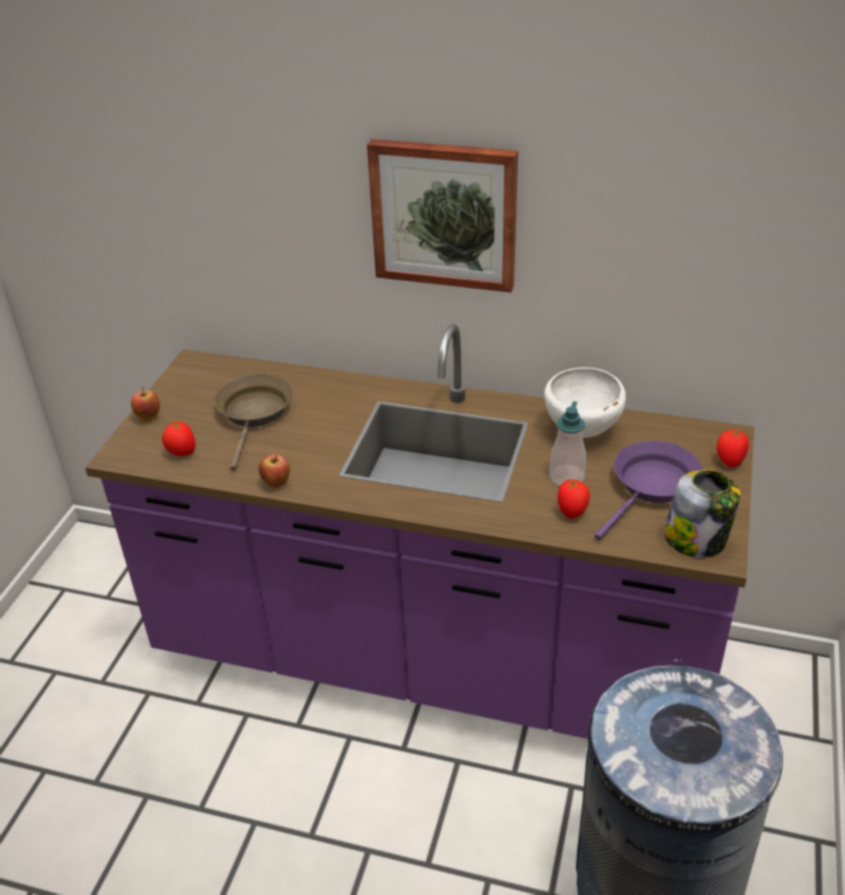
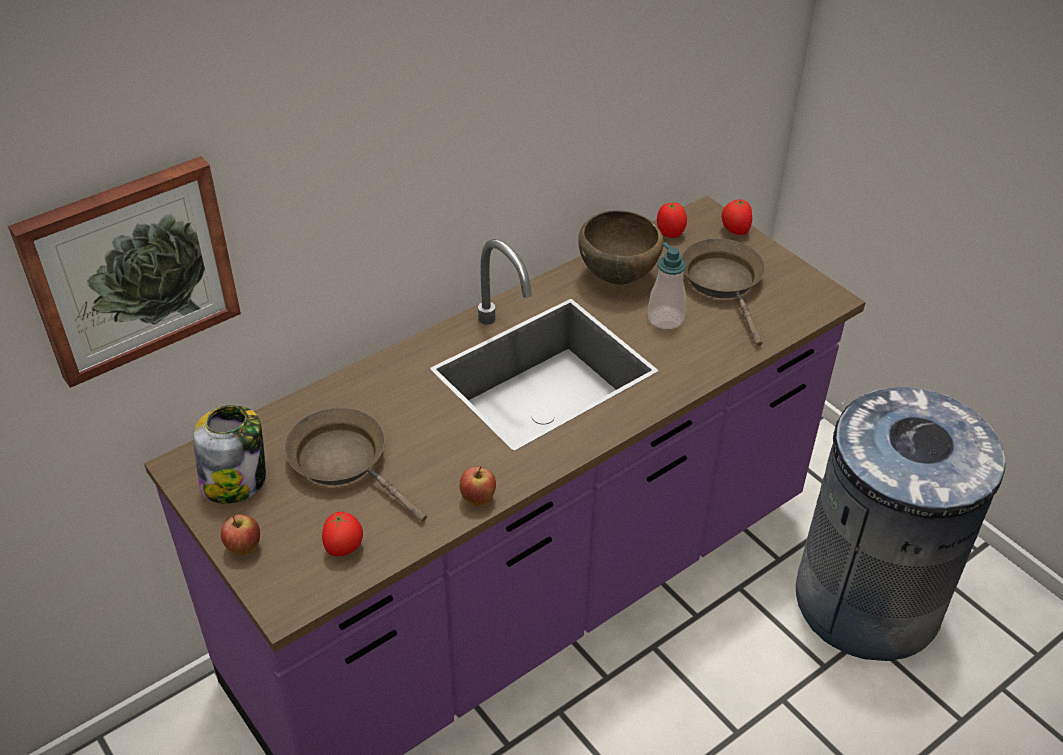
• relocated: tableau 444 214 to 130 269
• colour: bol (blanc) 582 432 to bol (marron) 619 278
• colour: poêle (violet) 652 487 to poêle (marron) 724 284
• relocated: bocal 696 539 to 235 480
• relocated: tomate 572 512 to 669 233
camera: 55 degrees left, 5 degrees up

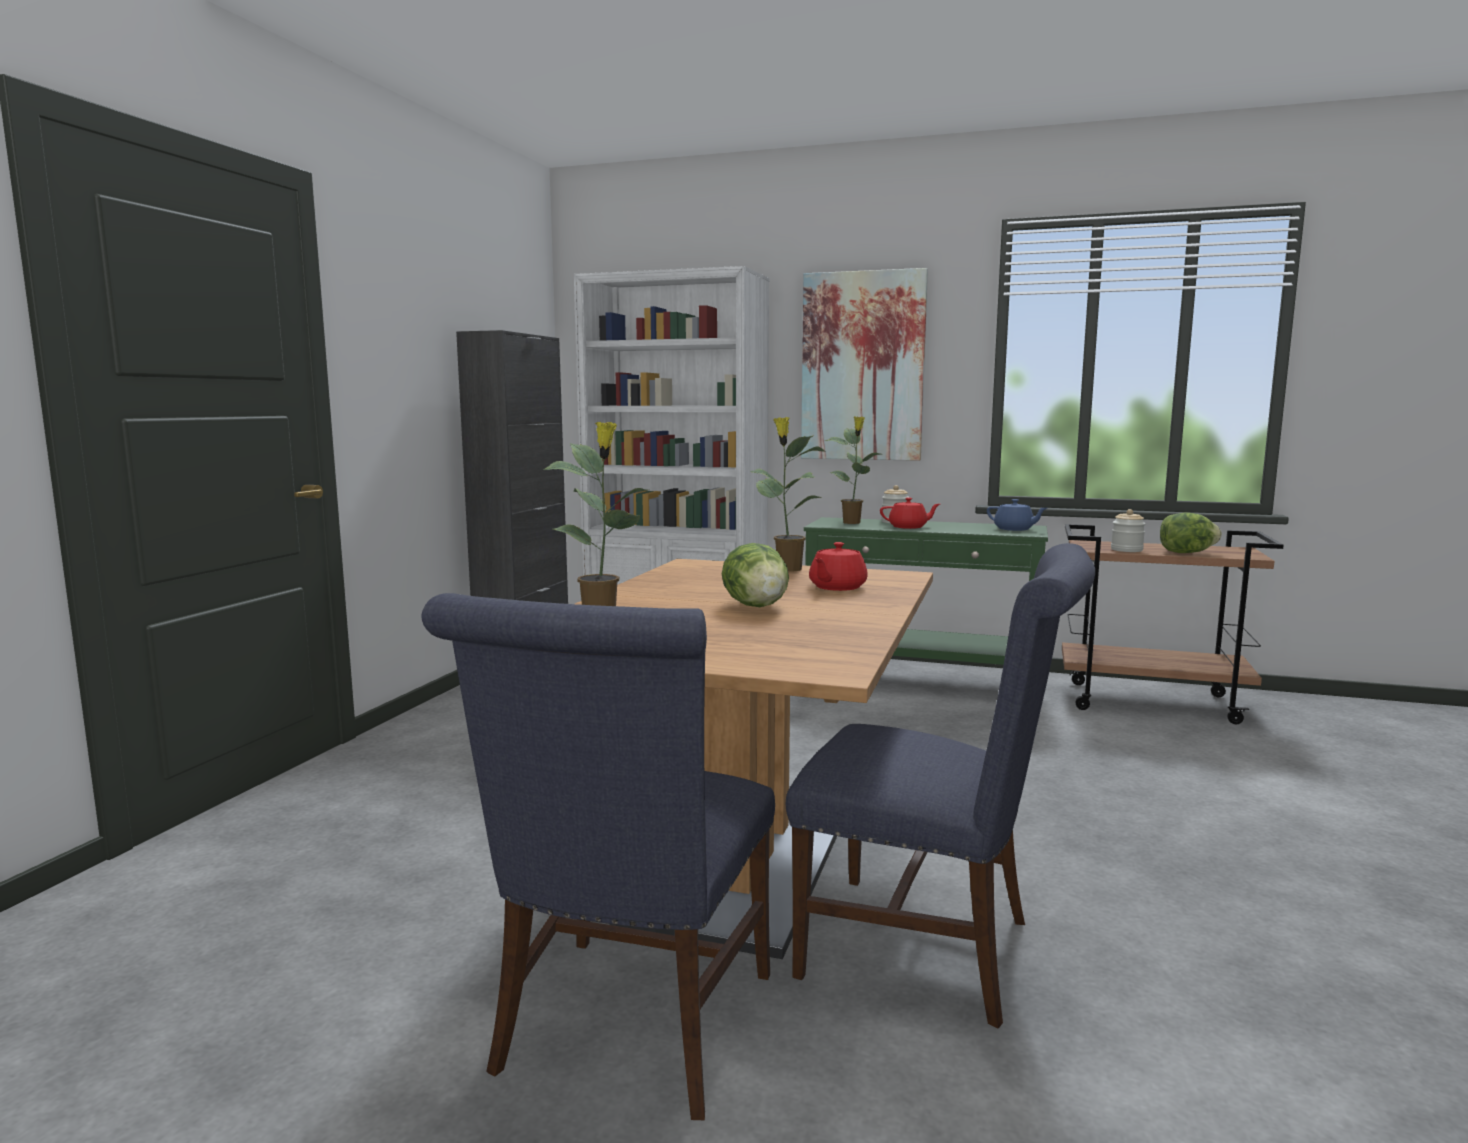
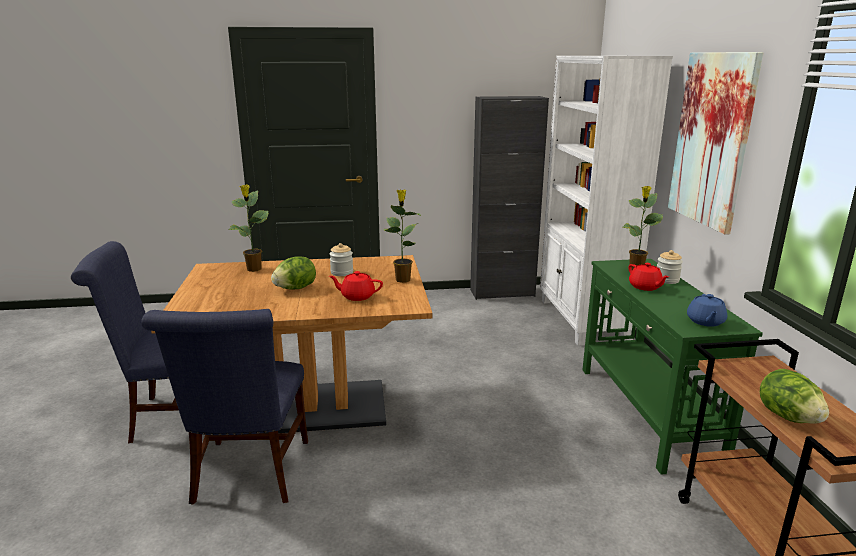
• relocated: bocal 1126 550 to 342 272
camera: 65 degrees right, 10 degrees up

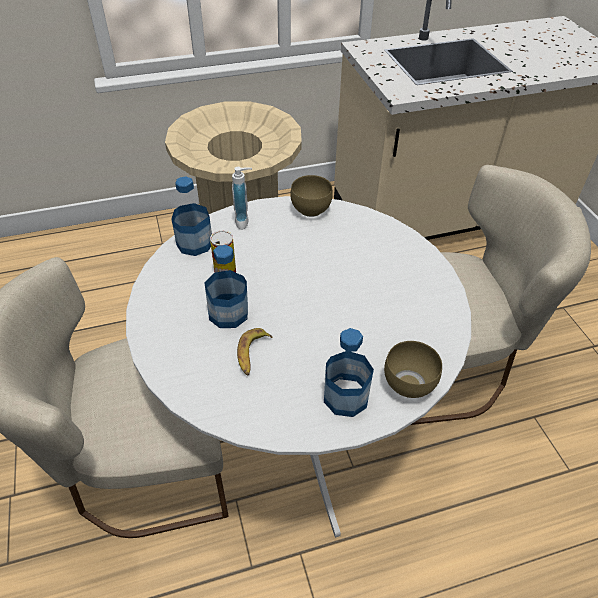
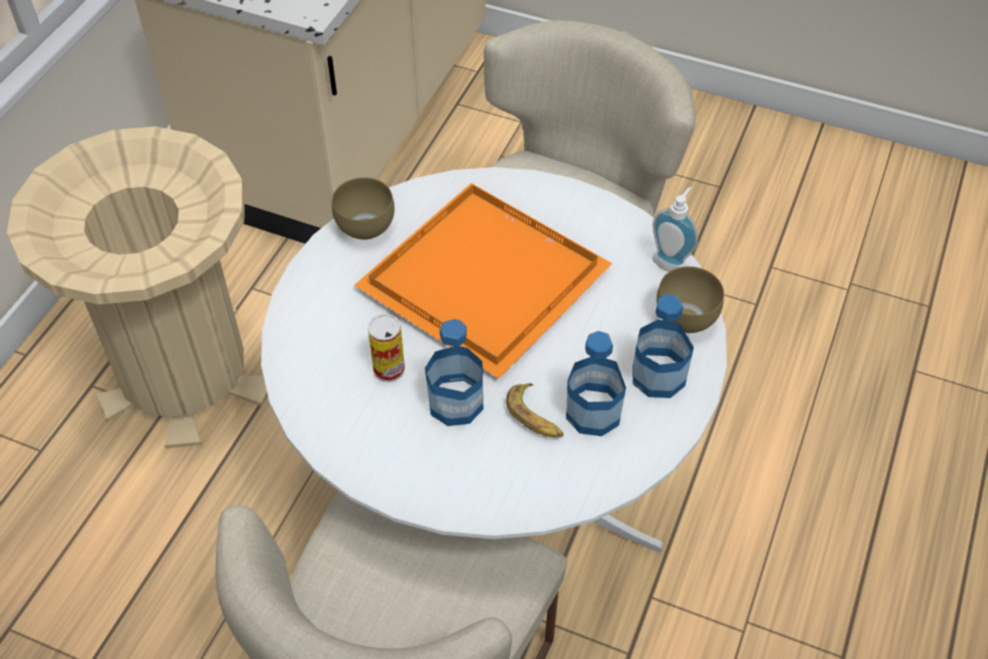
• relocated: distributeur de savon 245 221 to 671 262
• relocated: bouteille 194 243 to 593 412
• appeared: plateau (orange) 489 279
camera: 50 degrees left, 5 degrees up

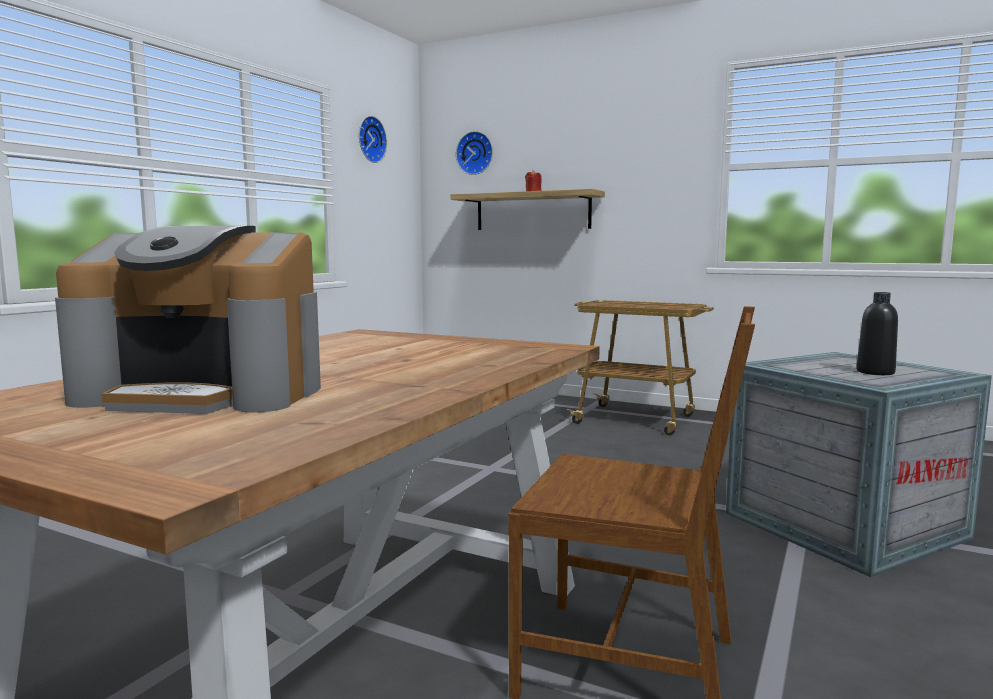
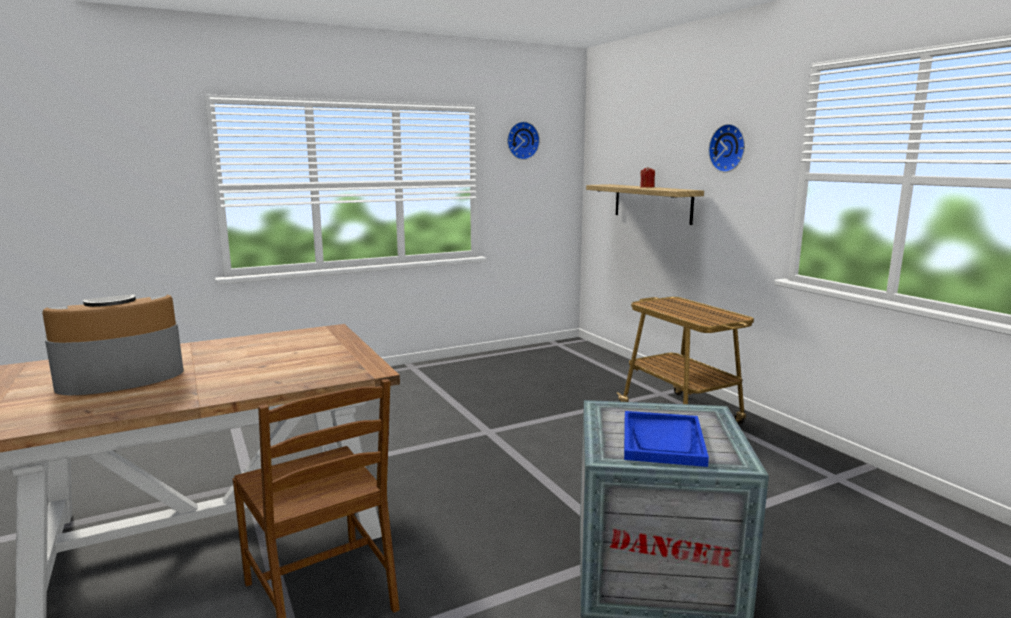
• relocated: horloge murale 475 153 to 729 148
• spun: machine à café 206 393 = 120 377 105 degrees clockwise
• exchanged: bouteille (noir) 875 372 to plateau (bleu) 663 441
camera: 35 degrees right, 5 degrees up

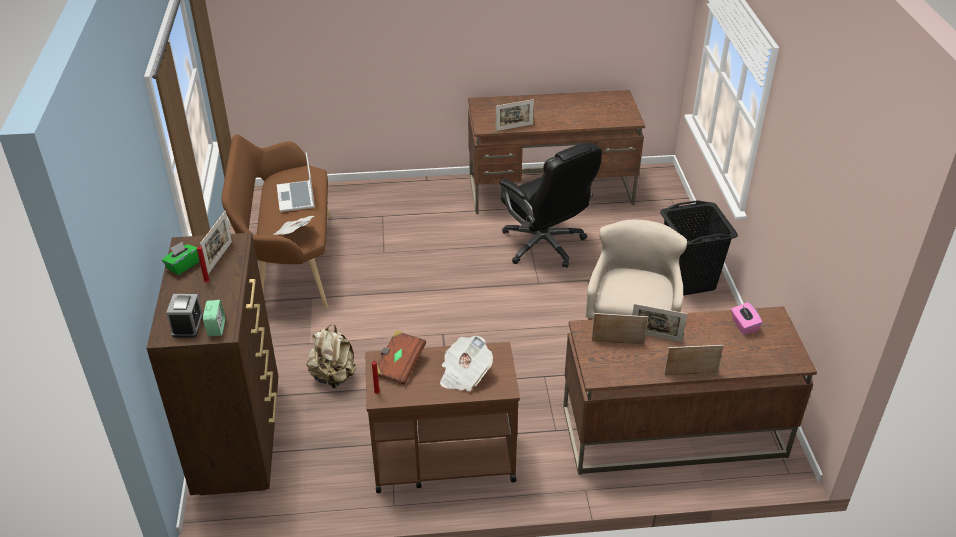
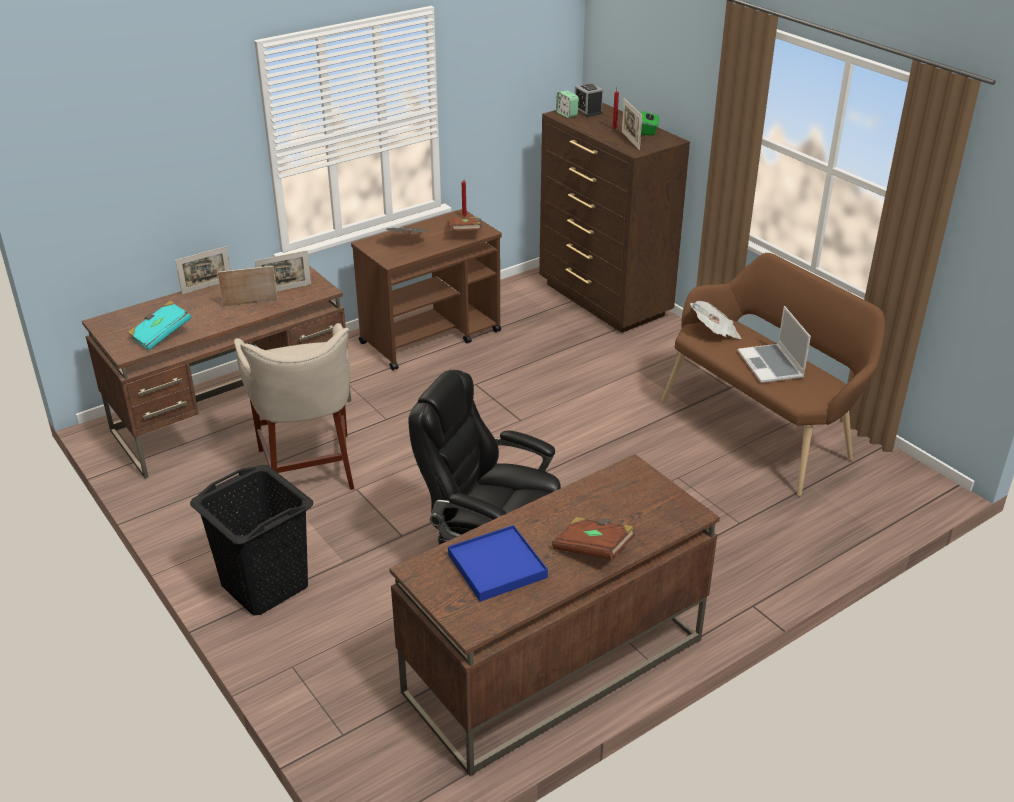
• missing: cadre photo 514 127
• spun: ordinateur portable 296 198 = 771 365 150 degrees counterclockwise
• exchanged: boîte à mouchoirs (rose) 743 325 to livre (turquoise) 161 335
• missing: sac à dos (beige) 333 376
• appeared: livre (marron) 593 549
• appeared: plateau (bleu) 497 566
camera: 150 degrees right, 5 degrees down

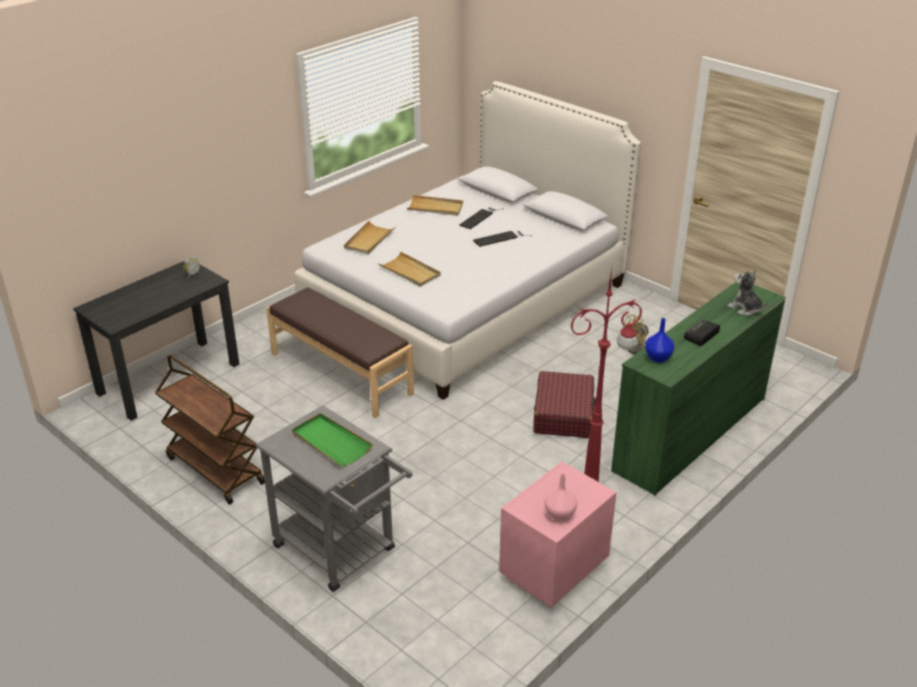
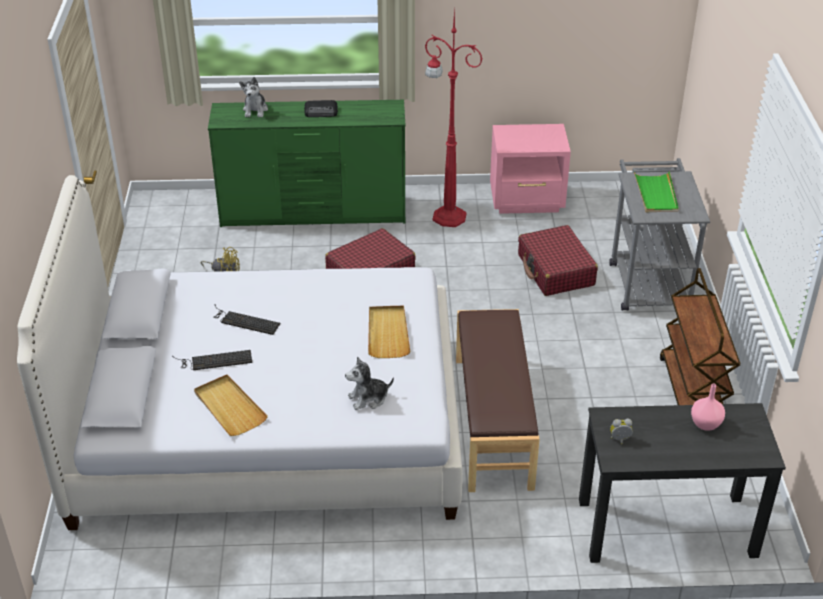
• exchanged: plateau (beige) 369 240 to peluche 368 399
• missing: vase (bleu) 657 358
• relocated: vase (rose) 559 515 to 706 424
• appeared: valise (rouge) 555 270
camera: 135 degrees left, 5 degrees up

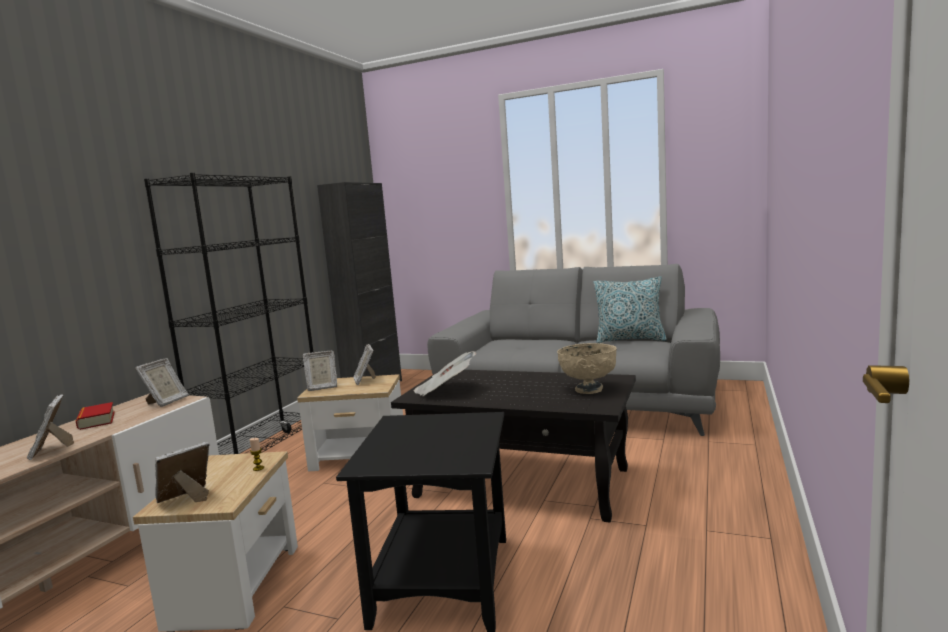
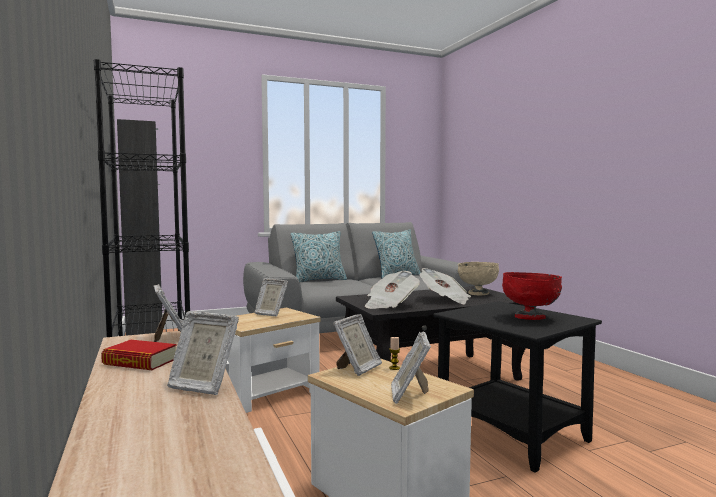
• relocated: cadre photo 322 387 to 358 369
• appeared: coussin 319 280
• appeared: journal 445 300
• appeared: bol (rouge) 530 318
camera: 45 degrees left, 5 degrees down

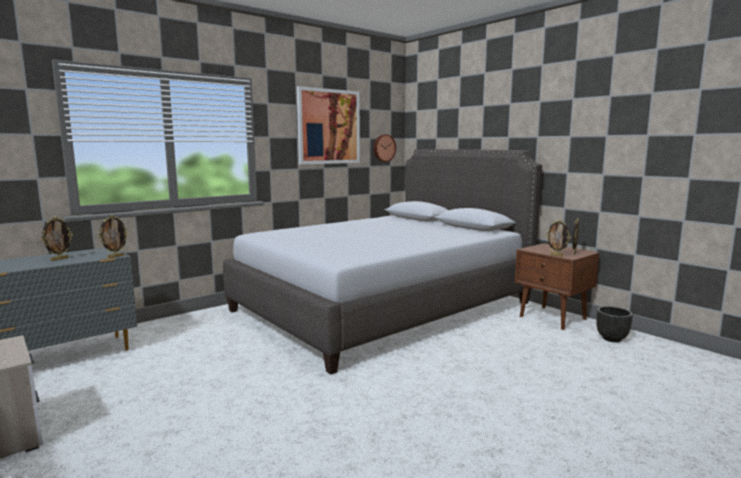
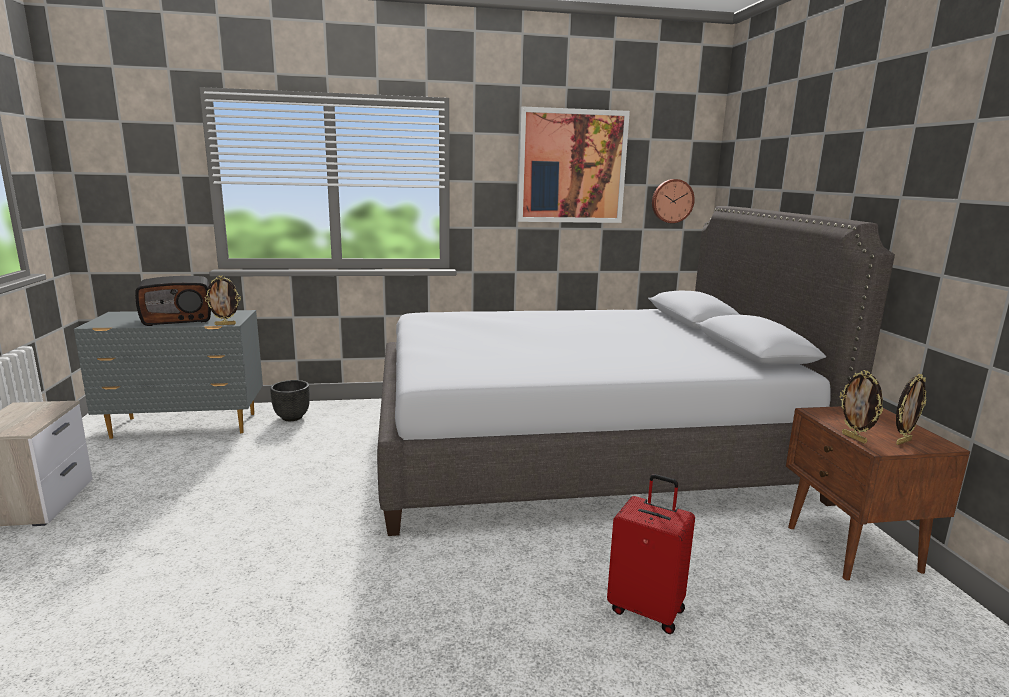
• exchanged: cadre photo 59 259 to radio 178 319
• relocated: cache-pot (noir) 611 339 to 292 417
• appeared: valise (rouge) 647 609
camera: 30 degrees right, 5 degrees up

